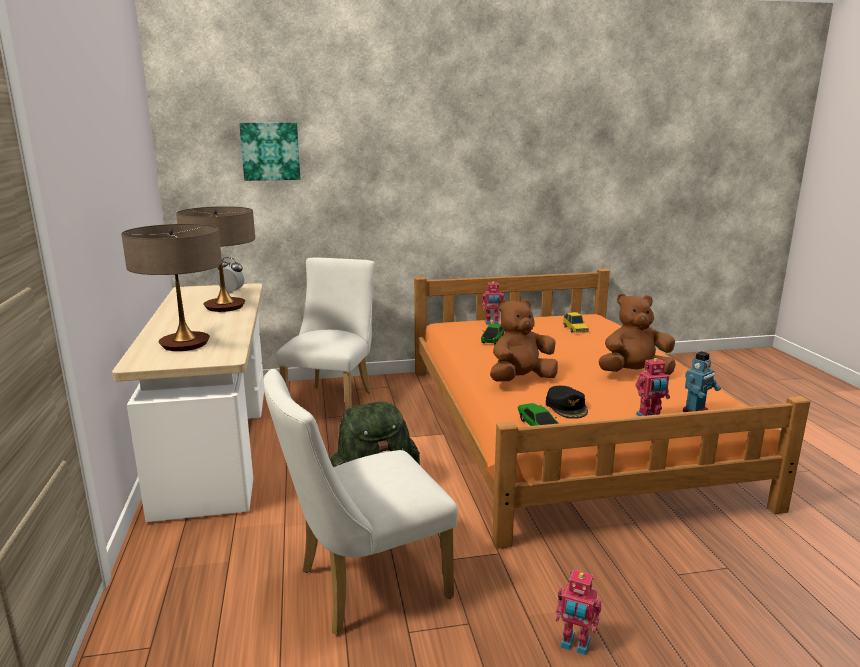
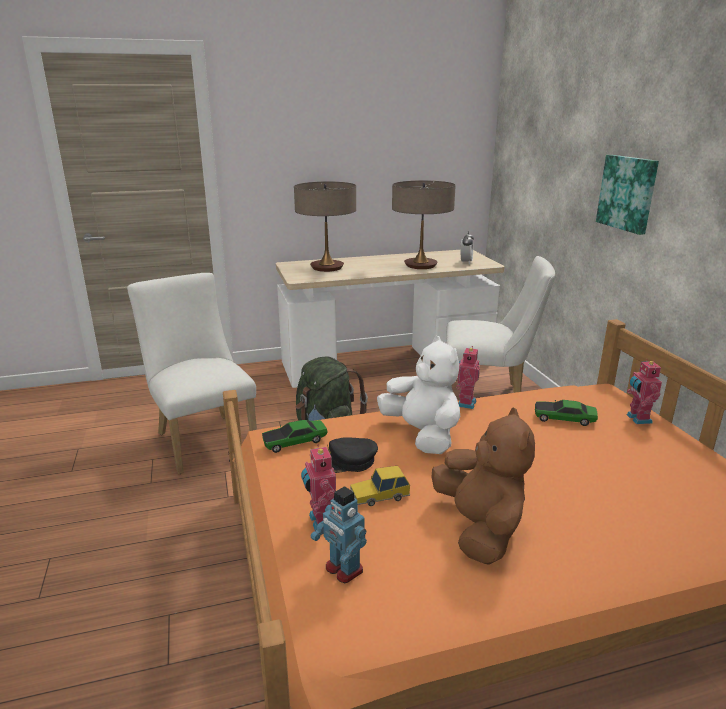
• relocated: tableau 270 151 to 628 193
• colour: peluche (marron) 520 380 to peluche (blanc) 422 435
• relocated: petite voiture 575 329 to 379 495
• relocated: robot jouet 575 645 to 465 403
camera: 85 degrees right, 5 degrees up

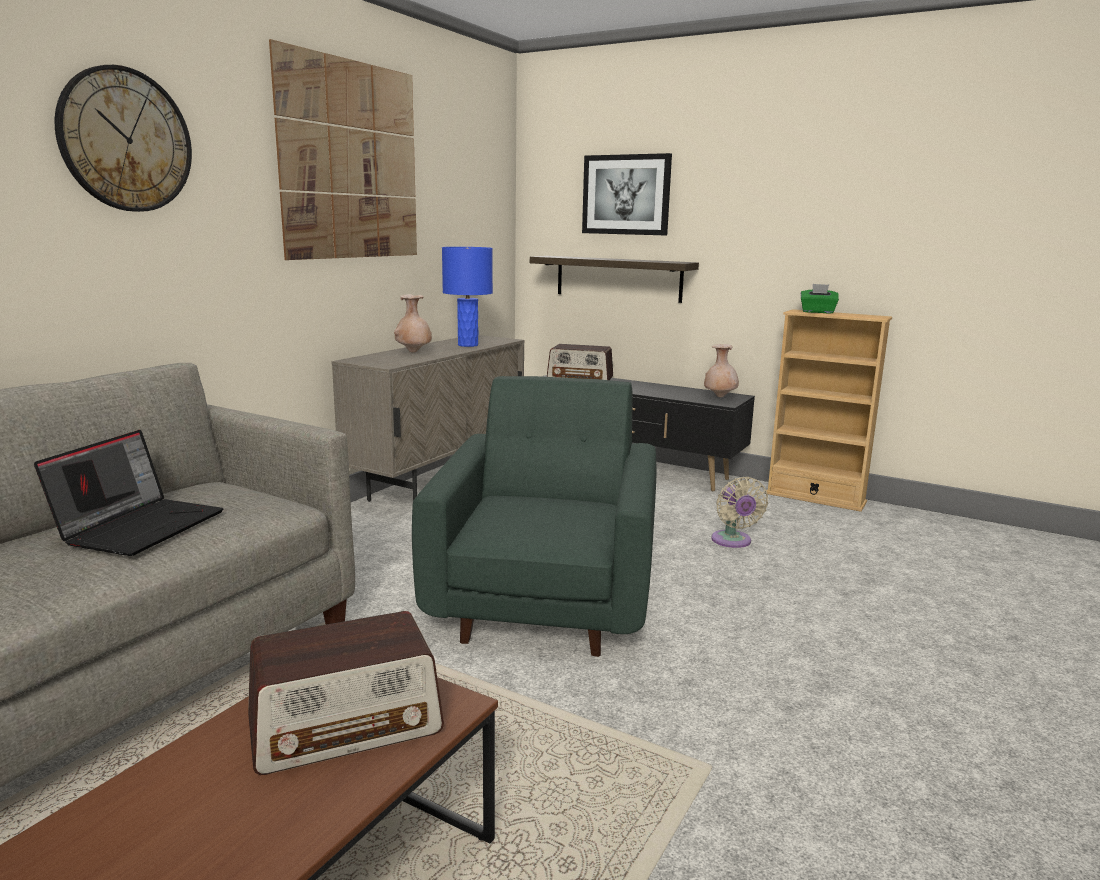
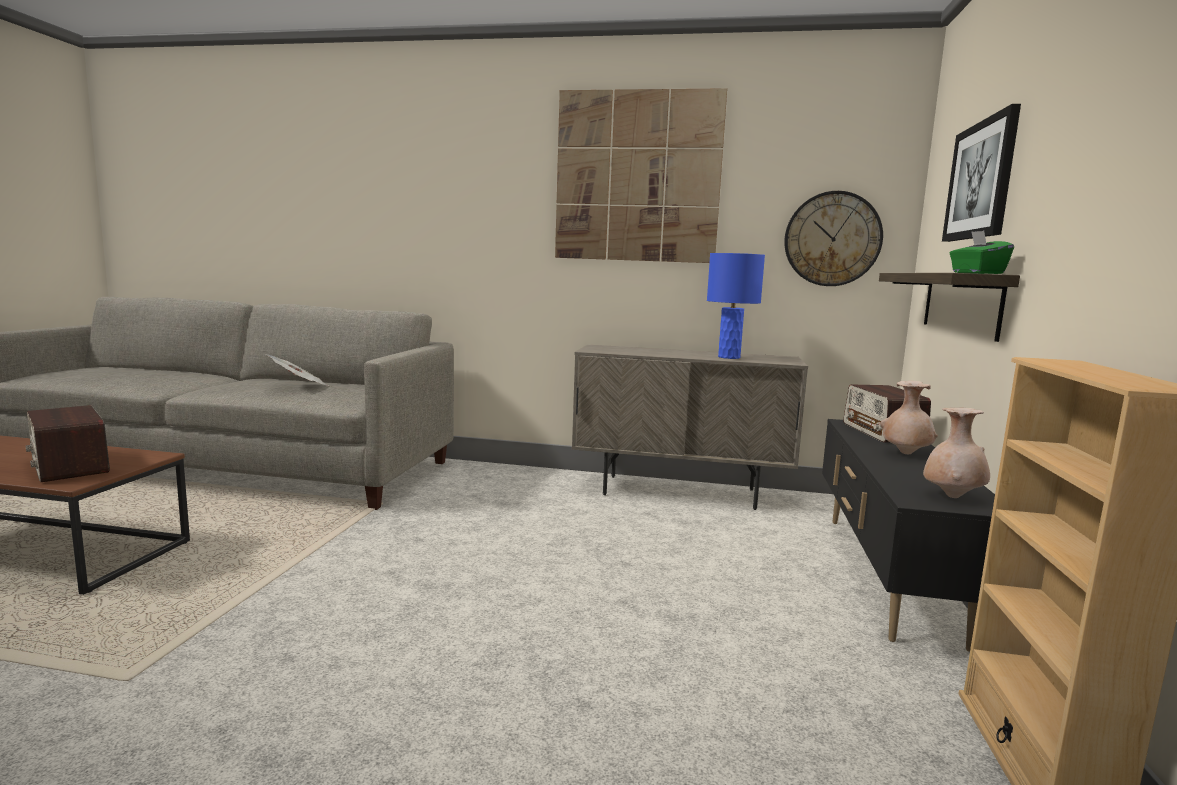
• relocated: horloge murale 125 140 to 832 239
• relocated: boîte à mouchoirs (vert) 817 312 to 976 273
• relocated: vase (beige) 413 352 to 905 453
• missing: fauteuil (vert) 546 598
• exchanged: ordinateur portable 140 526 to journal 299 386
• missing: ventilateur (beige) 732 542
camera: 70 degrees right, 5 degrees down

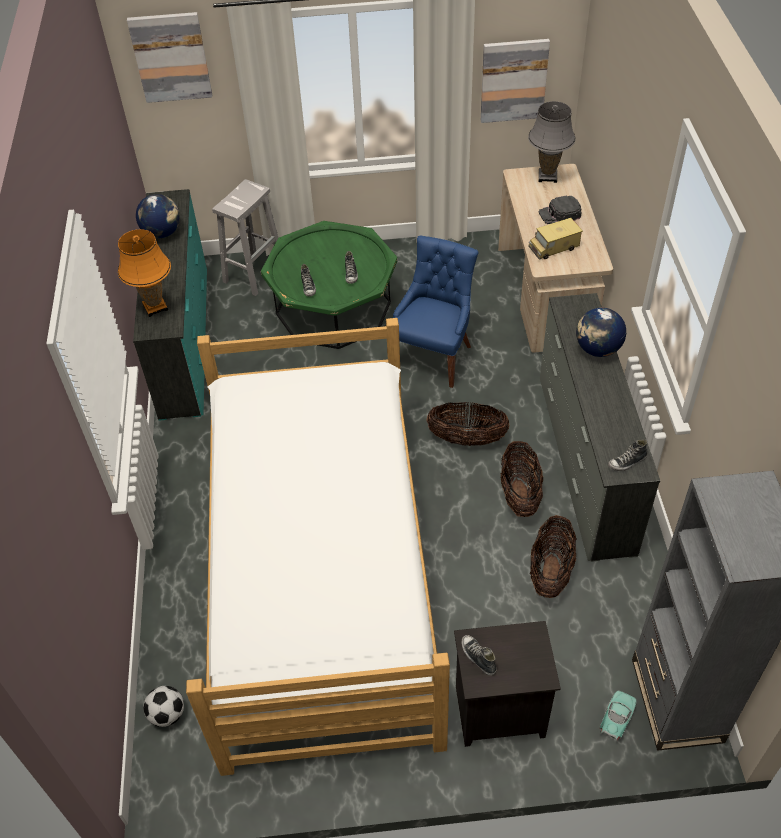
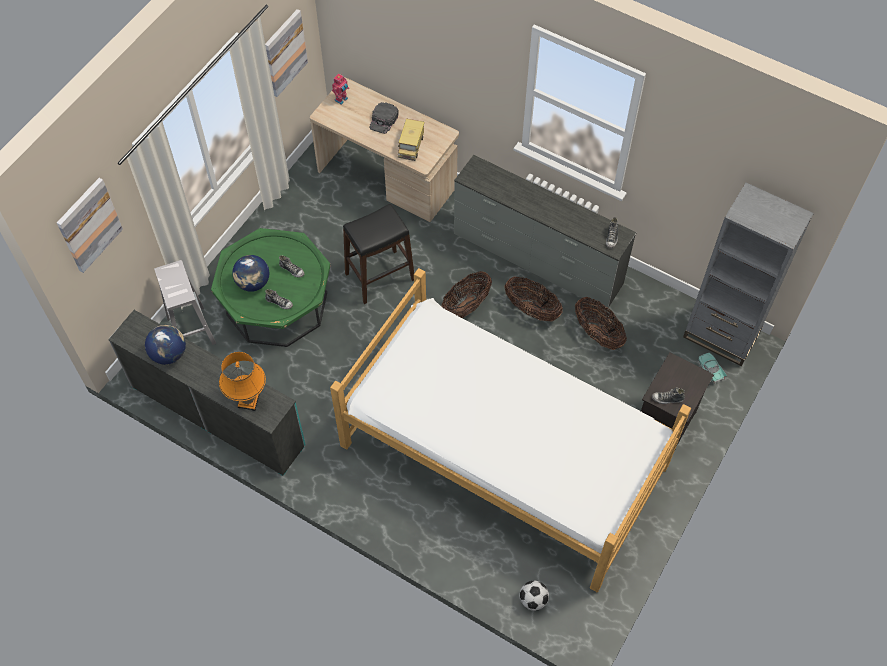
• exchanged: lampe de table (gris) 547 176 to robot jouet 341 100
• exchanged: chaise (bleu) 433 356 to tabouret (noir) 380 276
• relocated: globe 597 349 to 253 283
camera: 55 degrees left, 10 degrees up

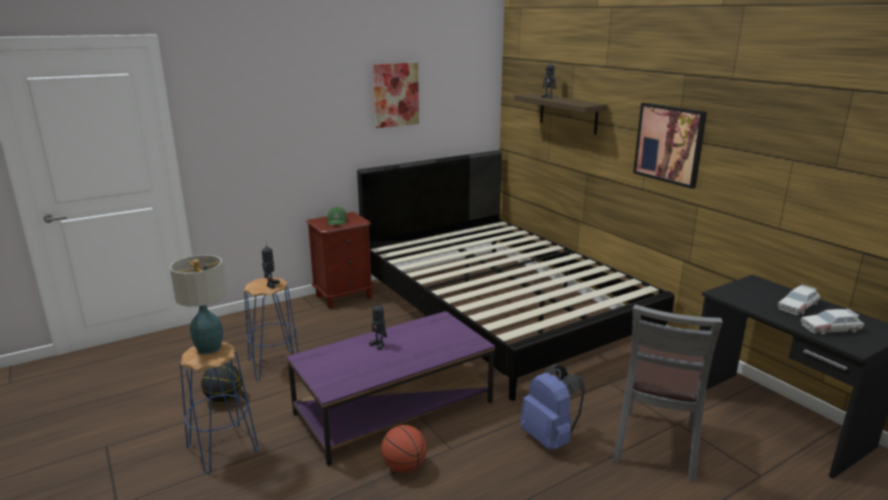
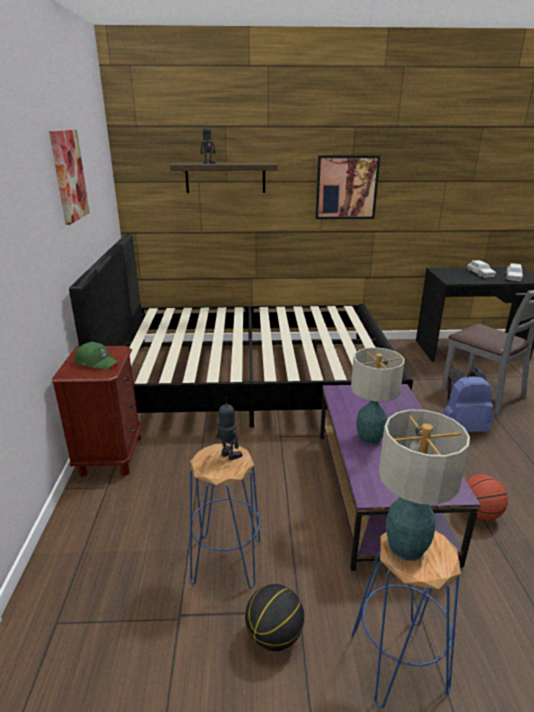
• exchanged: robot jouet 378 345 to lampe de table 370 438
camera: 60 degrees left, 5 degrees up

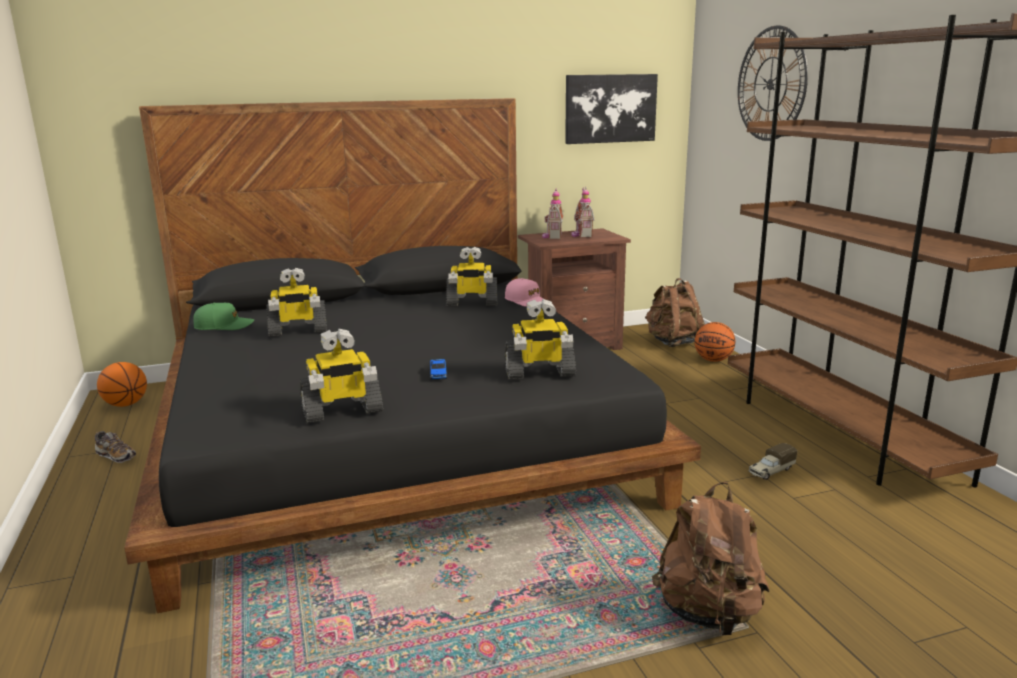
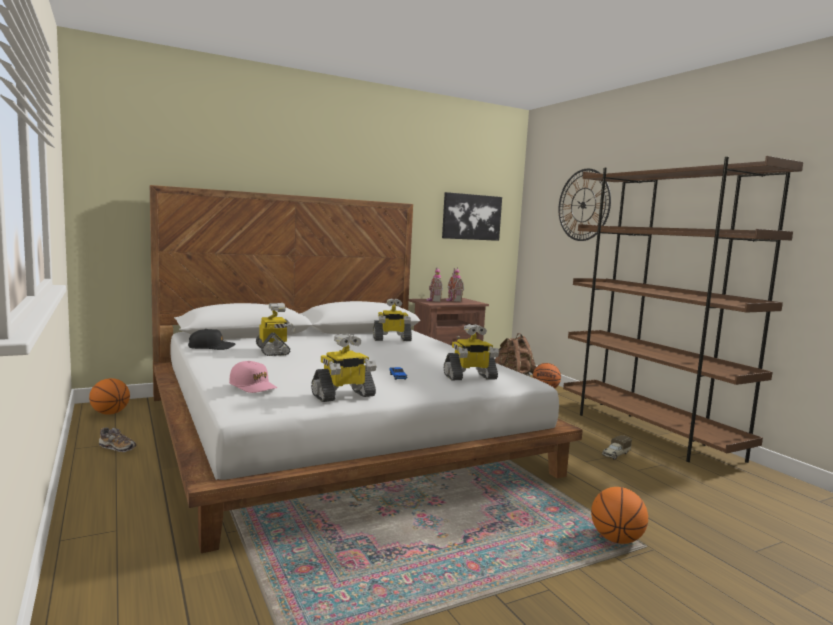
• colour: lit (noir) 392 433 to lit (blanc) 337 432
• spun: robot jouet 298 331 = 273 351 90 degrees counterclockwise
• relocated: casquette (rose) 526 301 to 253 386
• colour: casquette (vert) 224 326 to casquette (noir) 211 347
• exchanged: sac à dos (marron) 708 614 to ballon de basket 616 539
camera: 10 degrees left, 10 degrees down

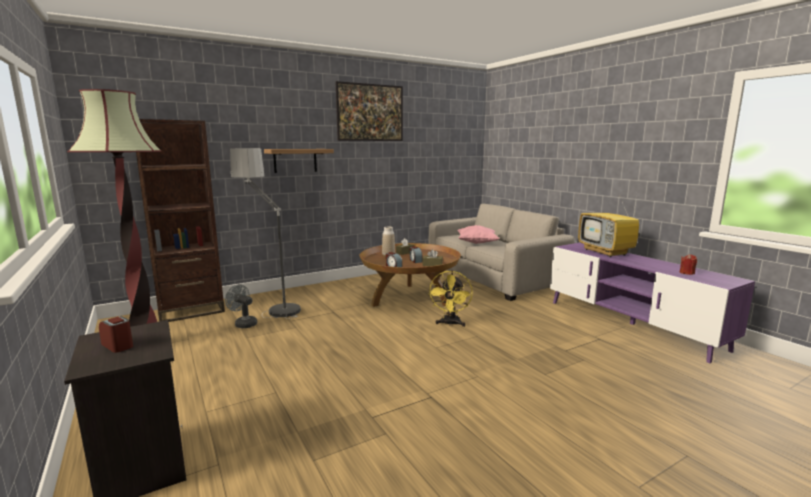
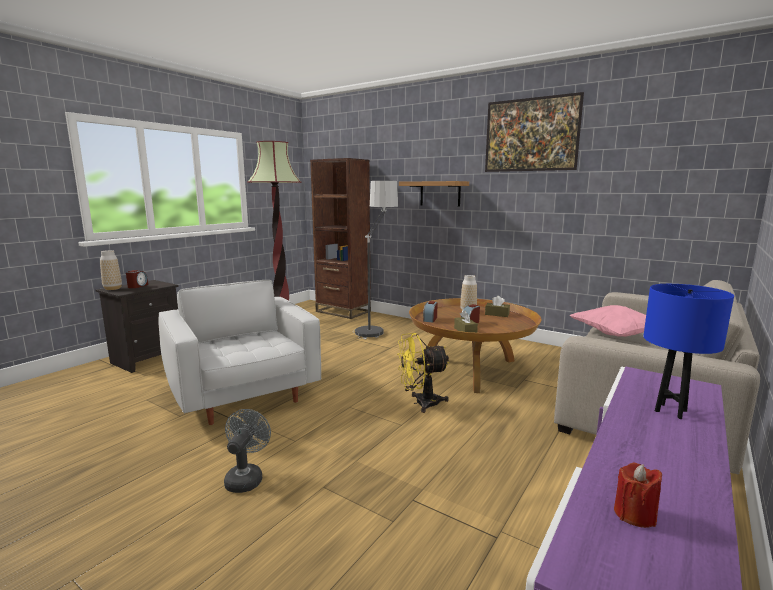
• exchanged: téléviseur 606 252 to lampe de table (bleu) 671 411
• relocated: ventilateur (gris) 243 323 to 246 477
• appeared: vase 113 288
• appeared: fauteuil (blanc) 244 395
camera: 65 degrees right, 0 degrees up

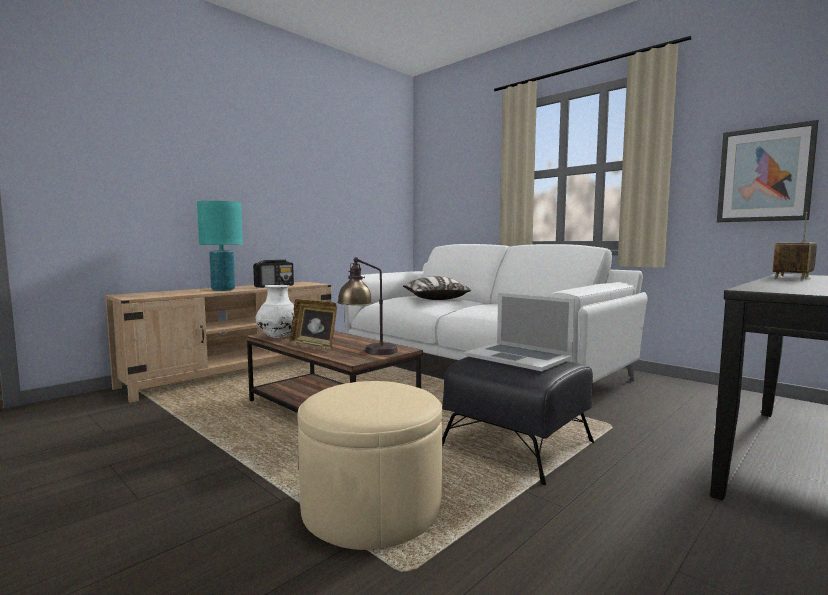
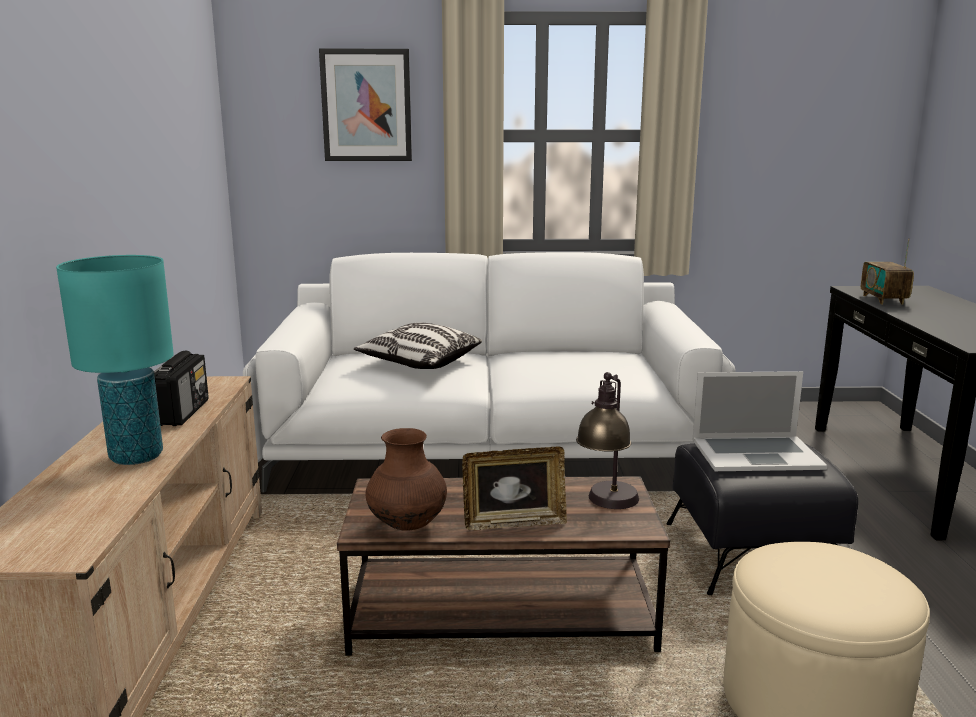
• relocated: tableau 764 174 to 366 105
• colour: vase (blanc) 279 337 to vase (marron) 407 526
camera: 45 degrees left, 10 degrees up

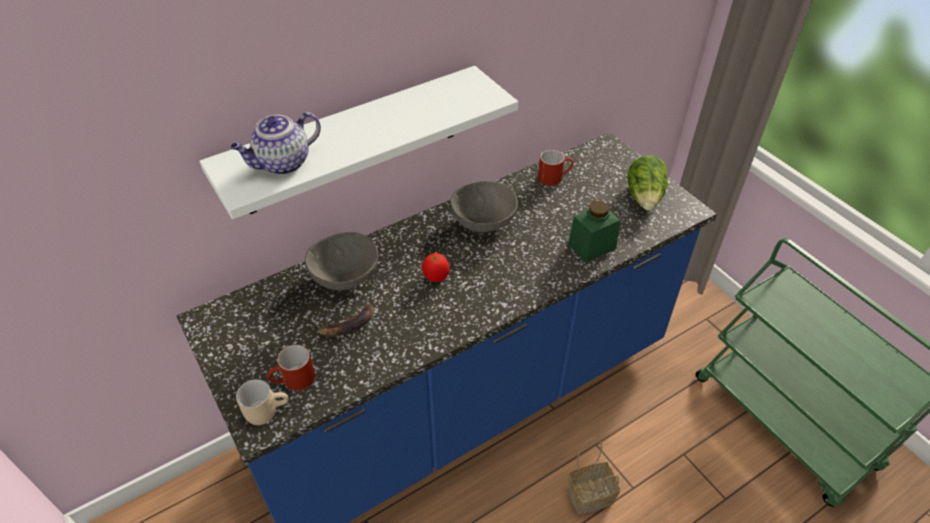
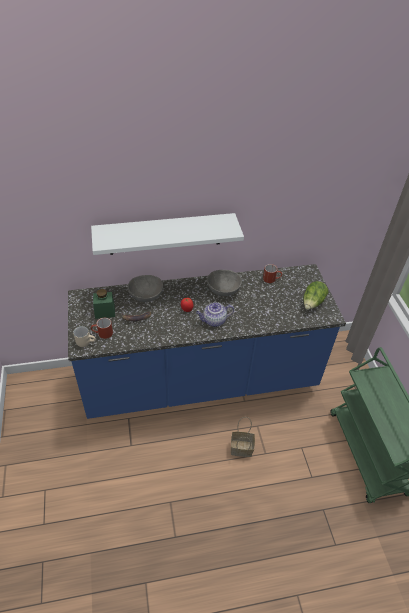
• relocated: théière 282 164 to 214 321
• relocated: bocal (vert) 592 246 to 105 312
camera: 20 degrees right, 0 degrees up

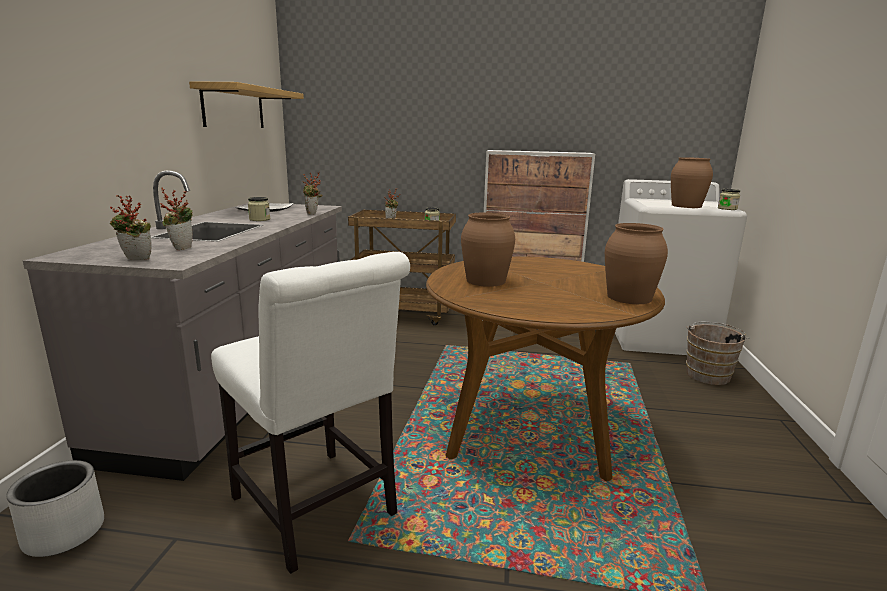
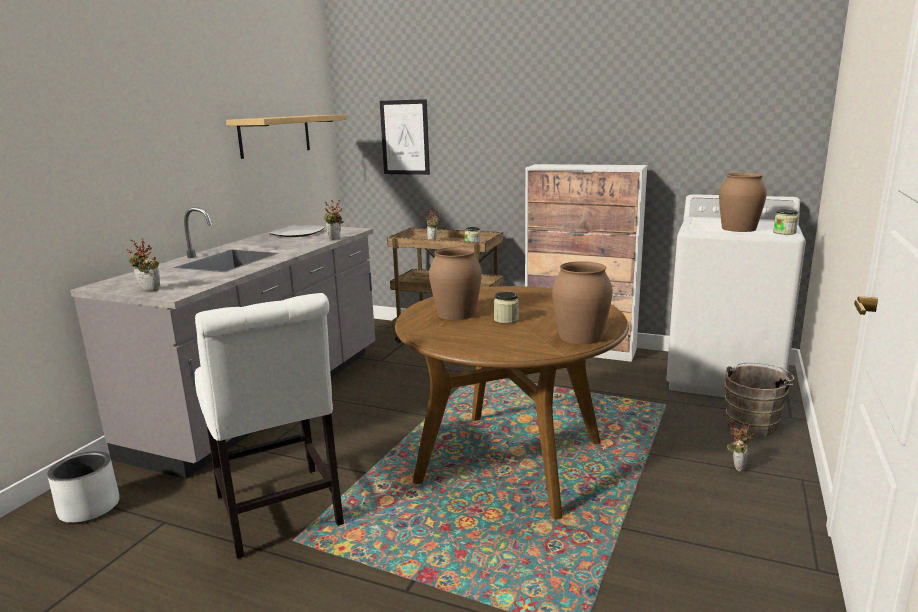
• relocated: plante en pot 181 248 to 736 466
• relocated: bocal 259 219 to 506 319
• appeared: tableau 405 137
camera: 15 degrees right, 0 degrees up

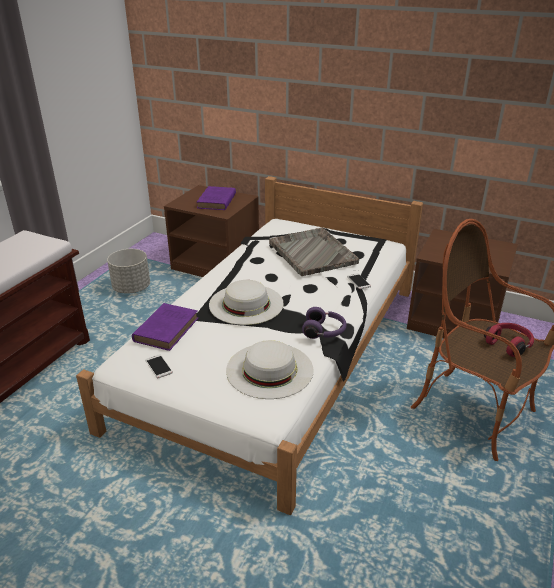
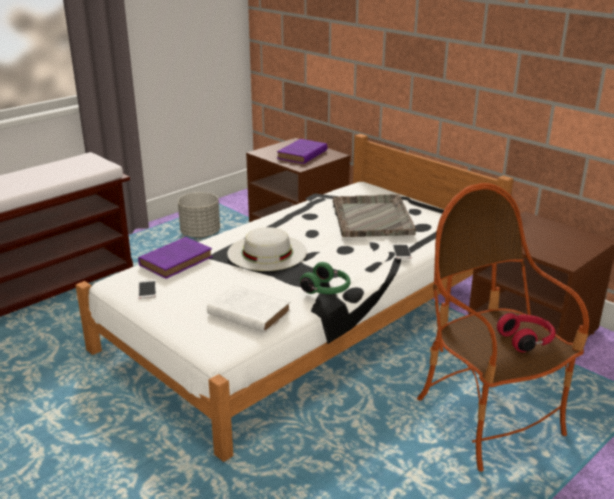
• colour: casque audio (violet) 324 332 to casque audio (vert) 327 290
• exchanged: chapeau (blanc) 269 369 to livre (blanc) 247 312
camera: 20 degrees right, 5 degrees down

